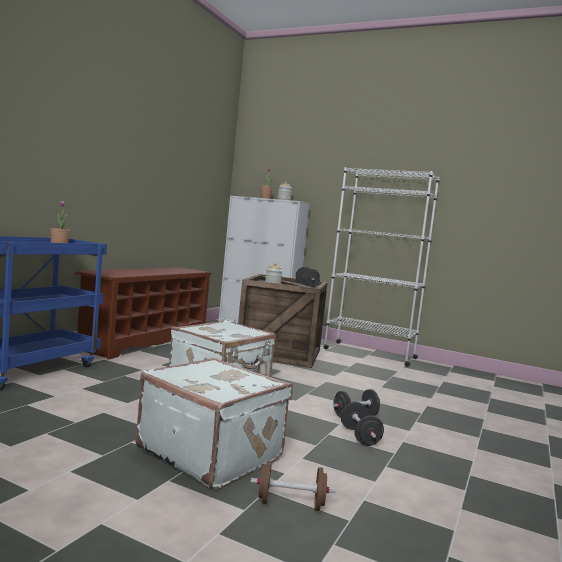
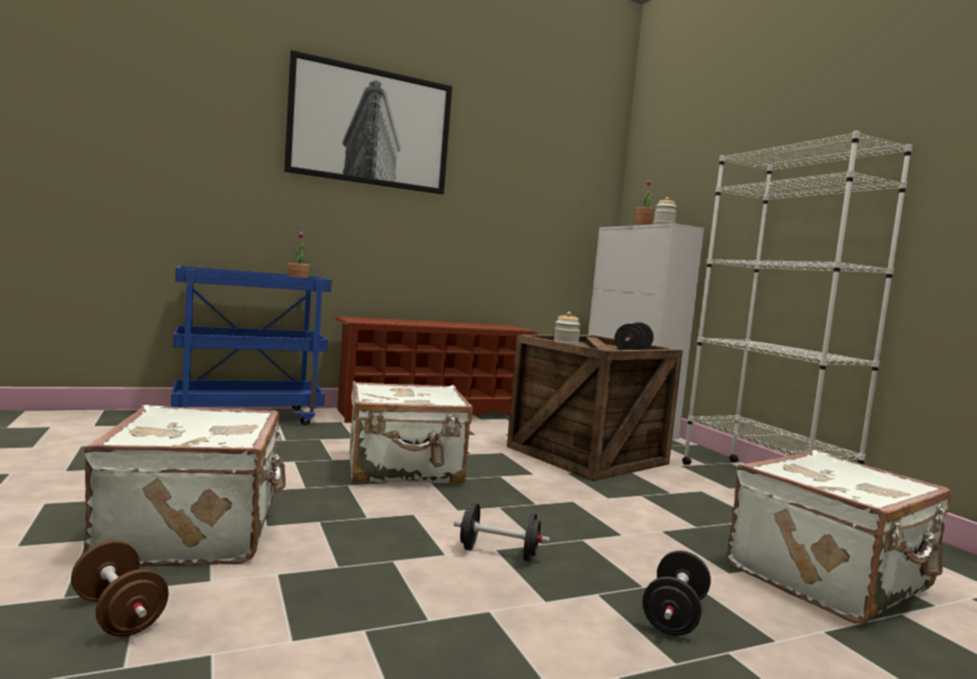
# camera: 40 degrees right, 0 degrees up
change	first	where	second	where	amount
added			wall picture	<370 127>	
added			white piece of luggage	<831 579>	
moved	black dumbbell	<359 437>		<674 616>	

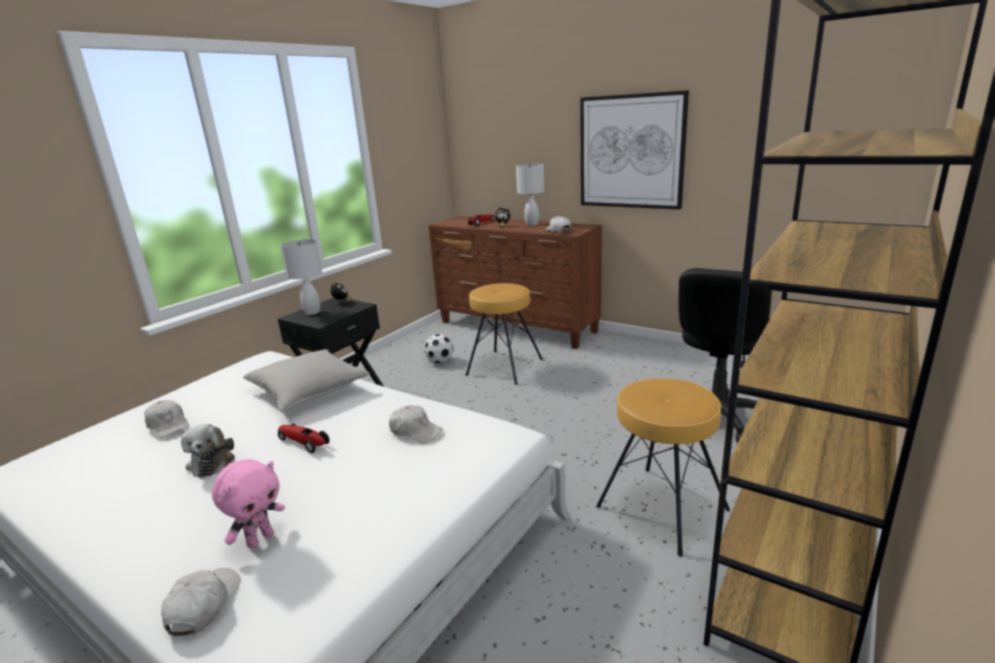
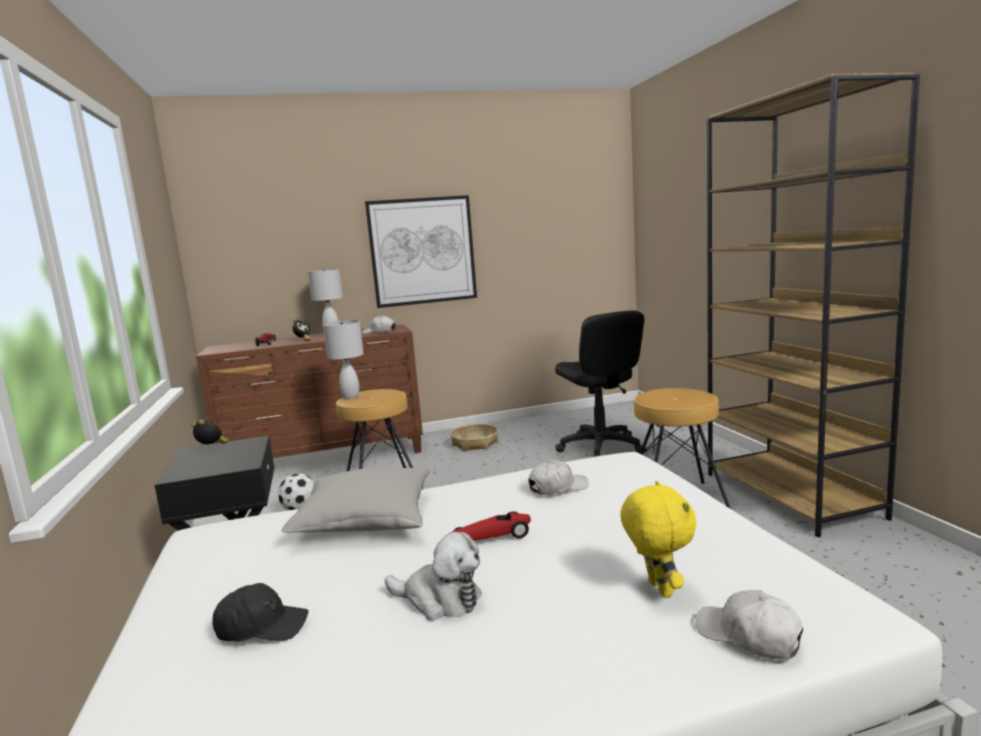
# camera: 50 degrees left, 10 degrees down
change	first	where	second	where	amount
added			basket	<475 444>	
moved	white tabletop lamp	<312 312>		<351 396>	
recoloured	white peaked cap	<168 425>	black peaked cap	<262 627>	
recoloured	pink soft toy	<260 539>	yellow soft toy	<658 589>	

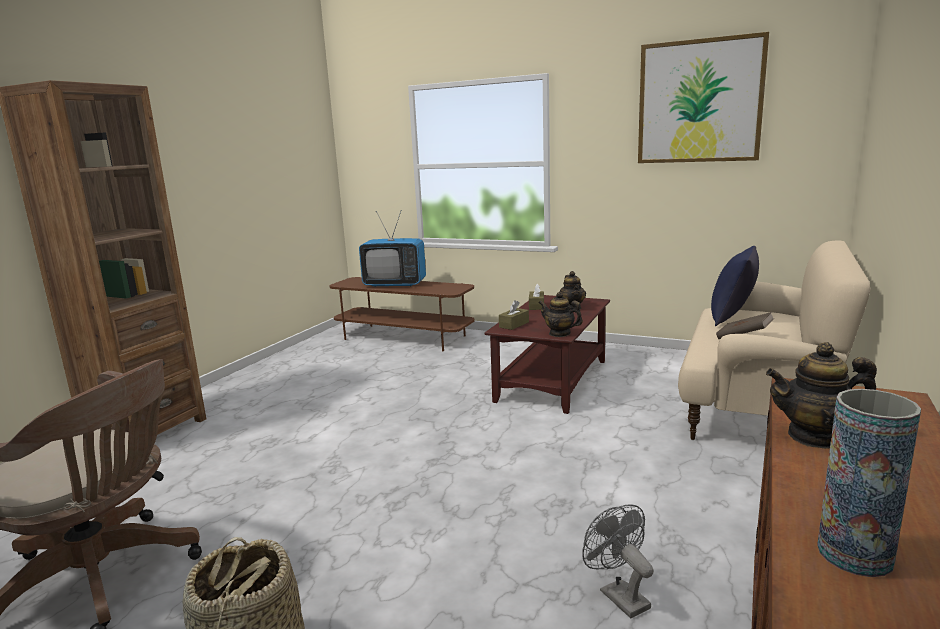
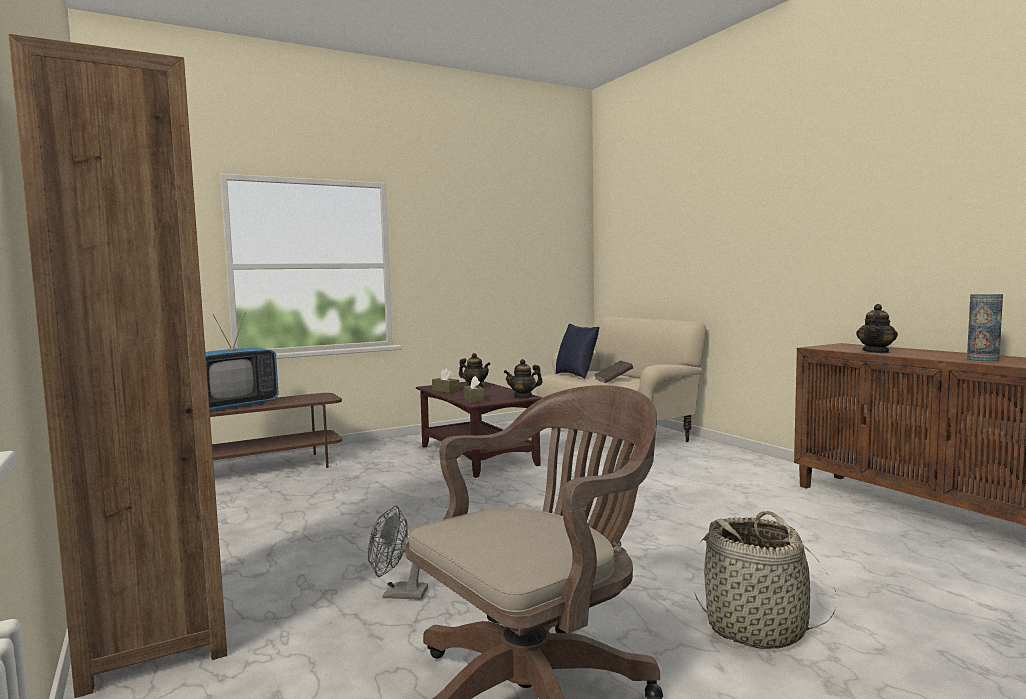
# camera: 55 degrees left, 10 degrees down
change	first	where	second	where	amount
removed	wall picture	<699 101>			
moved	gray fan	<618 595>		<398 594>	

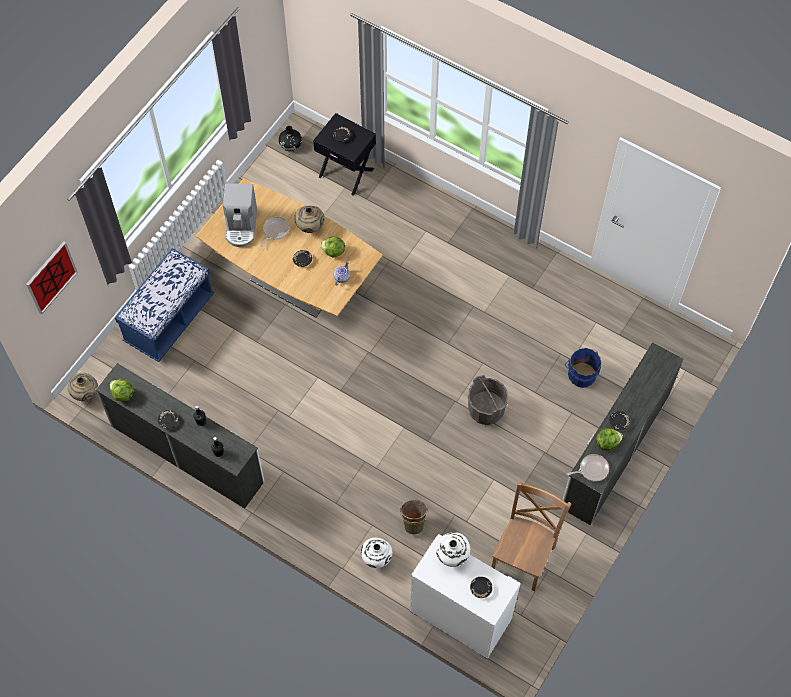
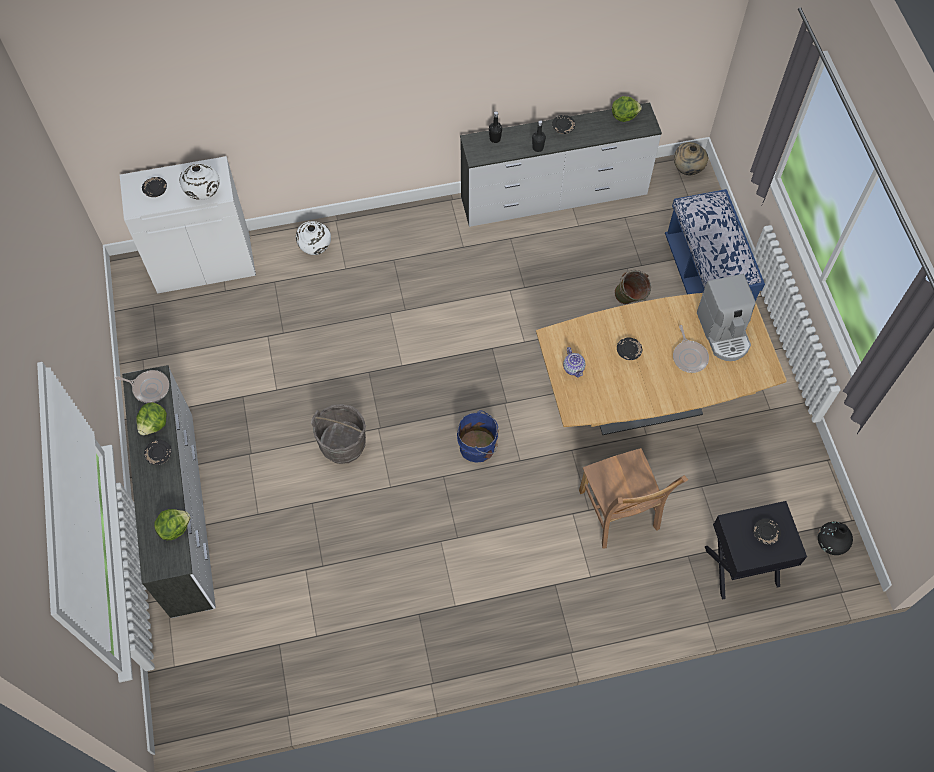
# camera: 135 degrees right, 0 degrees up
change	first	where	second	where	amount
removed	wall picture	<51 277>			
removed	beige decorative vase	<310 227>			
moved	lettuce head	<333 252>		<174 528>	
moved	green-coloured water bucket	<414 522>		<630 301>	
moved	brown-coloured plain chair	<524 556>		<619 513>	
moved	blue-coloured water bucket	<581 373>		<479 446>	
turned	coffee brewer	<241 226>		<724 333>	150 degrees counterclockwise
turned	frying pan	<592 469>		<149 388>	105 degrees counterclockwise

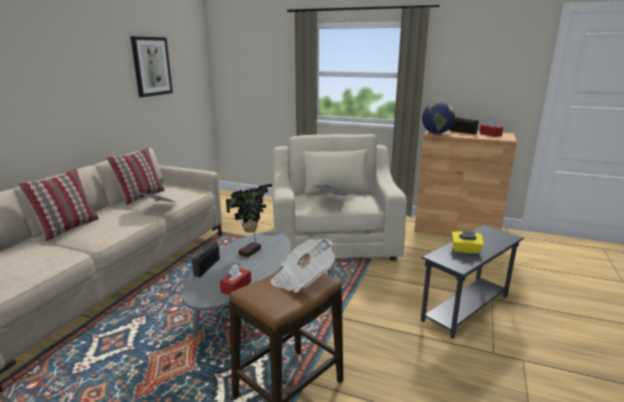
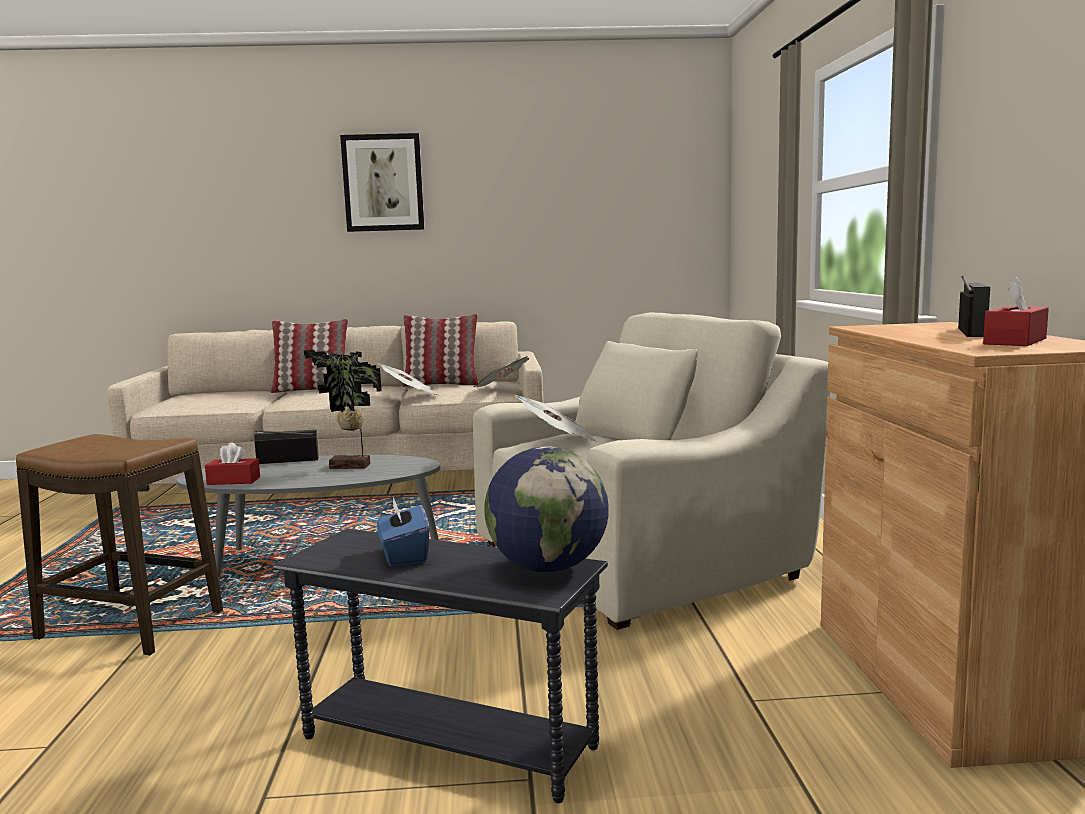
# camera: 65 degrees right, 10 degrees down
change	first	where	second	where	amount
moved	wall picture	<151 66>		<383 183>	
moved	printed paper	<302 279>		<501 388>	
moved	desk globe	<436 133>		<548 568>	
recoloured	yellow box of tissues	<465 250>	blue-coloured box of tissues	<404 555>	

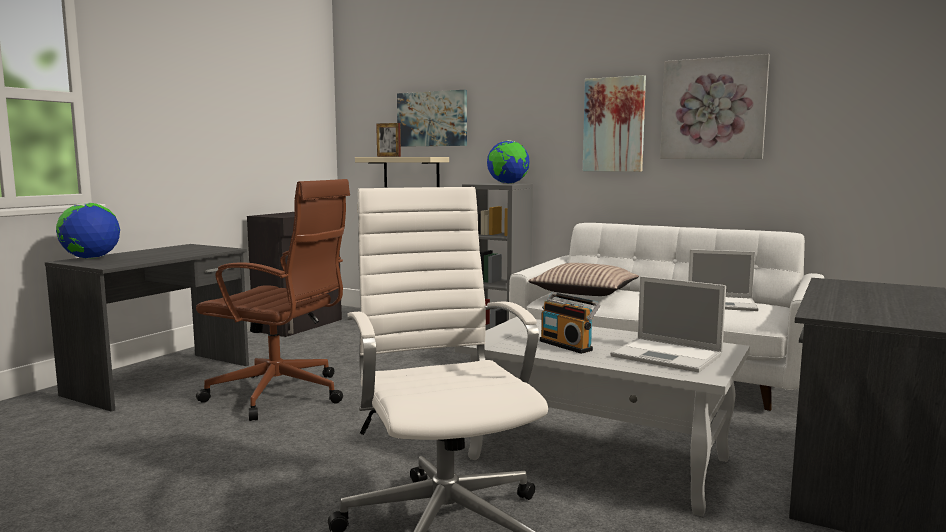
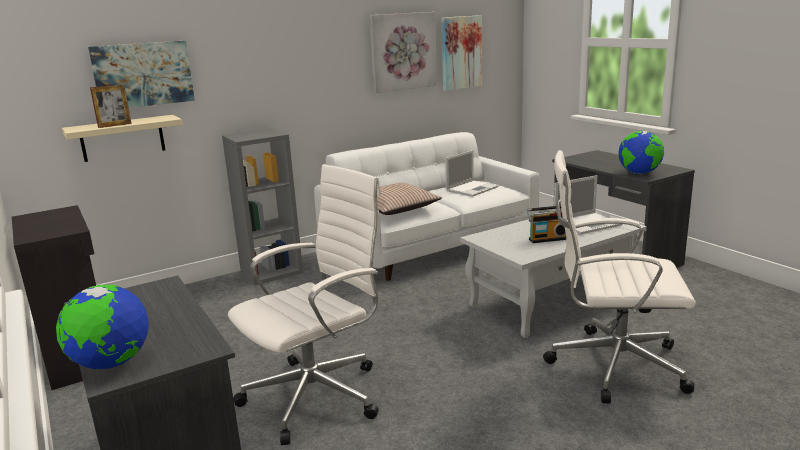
# camera: 60 degrees left, 10 degrees up
change	first	where	second	where	amount
moved	desk globe	<507 183>		<639 173>	
moved	wall picture	<614 124>		<460 53>	
recoloured	brown-coloured computer chair	<281 395>	white computer chair	<318 395>	

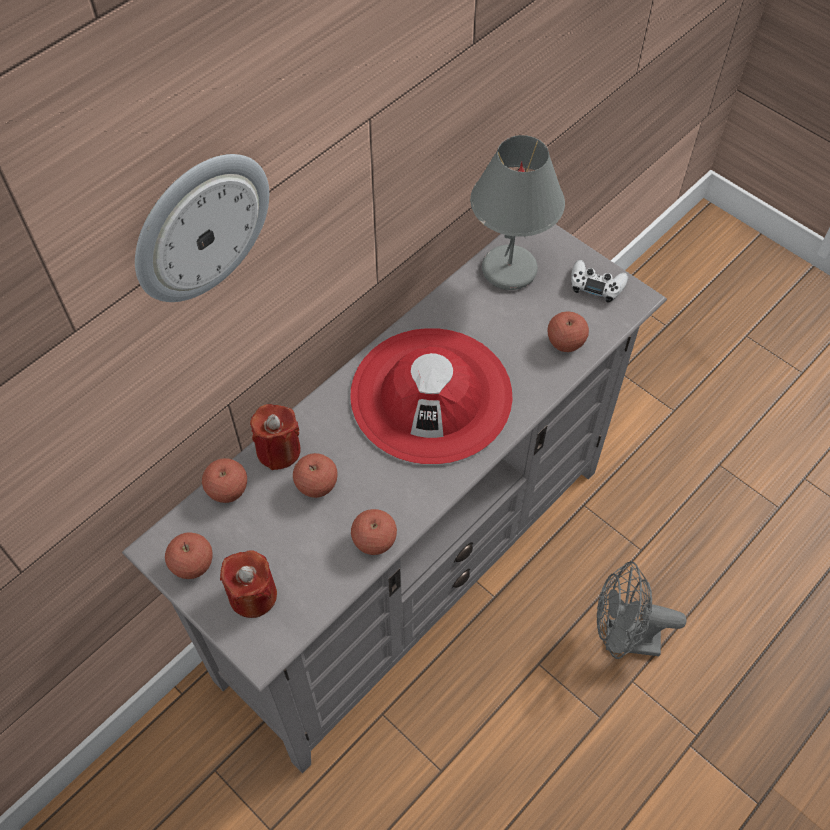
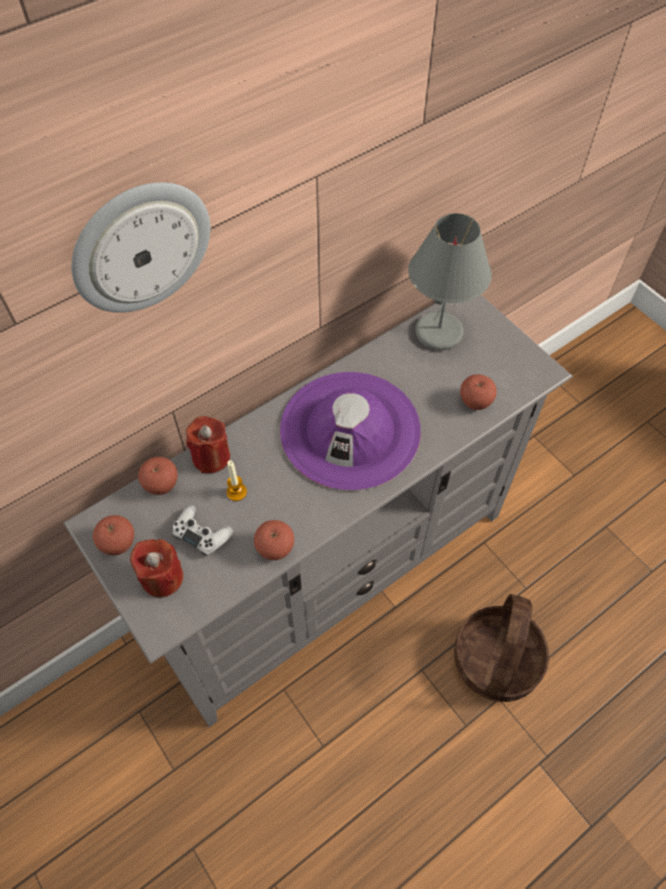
# camera: 10 degrees right, 0 degrees up
change	first	where	second	where	amount
moved	white gamepad	<596 285>		<202 534>	
replaced	apple	<317 485>	wax light	<236 492>	
replaced	gray fan	<622 638>	basket	<496 661>	
recoloured	red hat	<431 395>	purple hat	<350 430>	

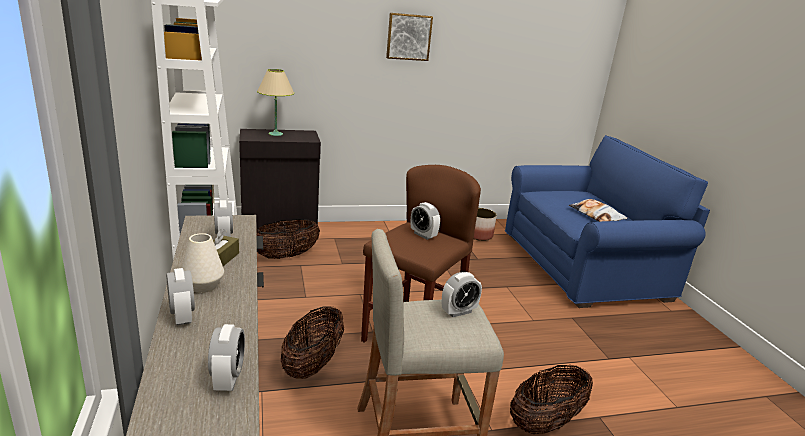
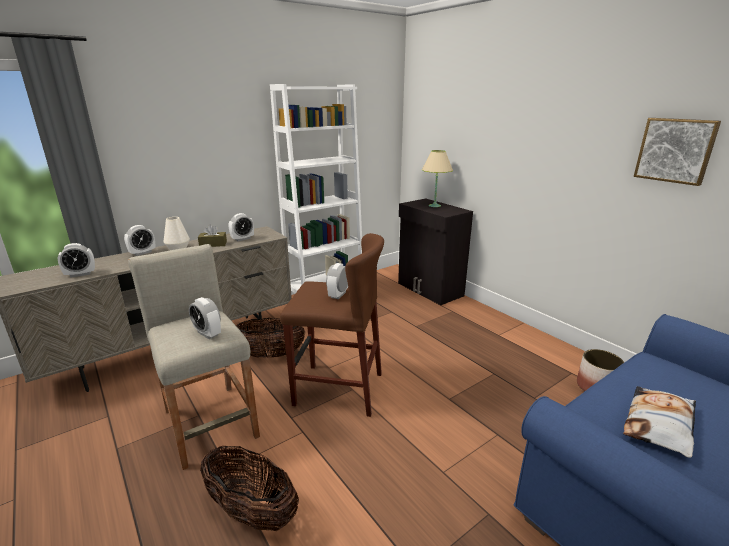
# camera: 70 degrees right, 0 degrees up
change	first	where	second	where	amount
removed	basket	<286 256>			
moved	wall picture	<408 37>		<675 150>	

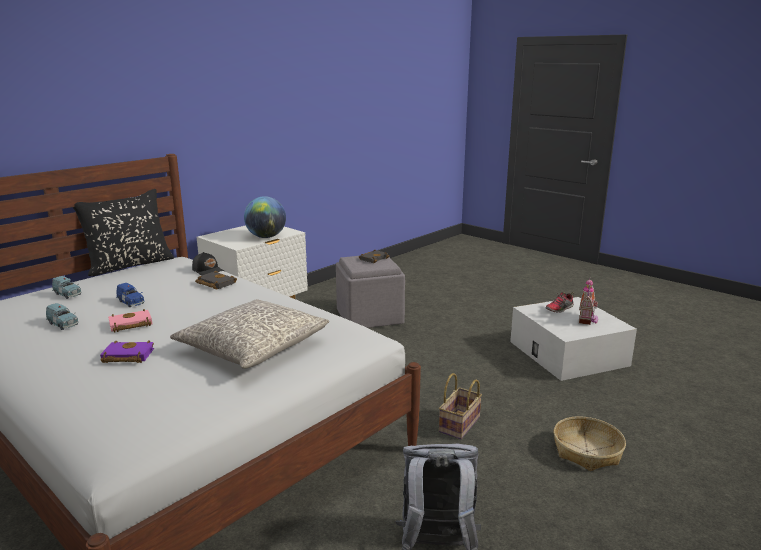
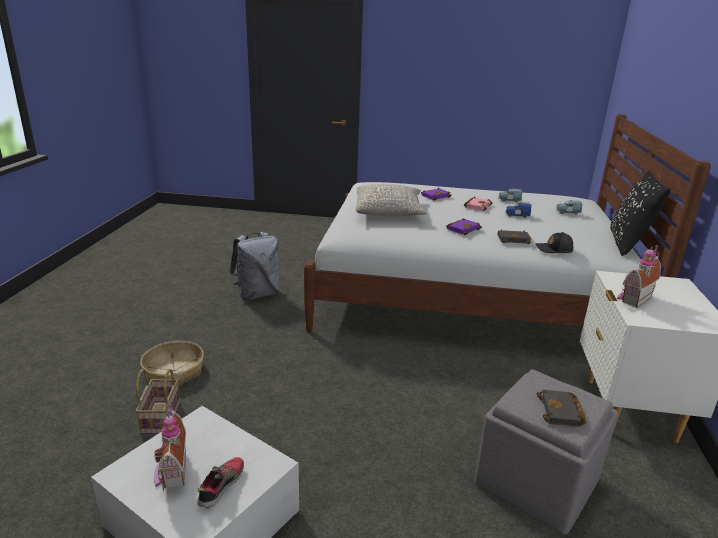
# camera: 145 degrees right, 5 degrees up
change	first	where	second	where	amount
added			purple bound book	<463 229>	
moved	basket	<460 425>		<160 417>	
replaced	desk globe	<266 237>	toy house	<632 299>	

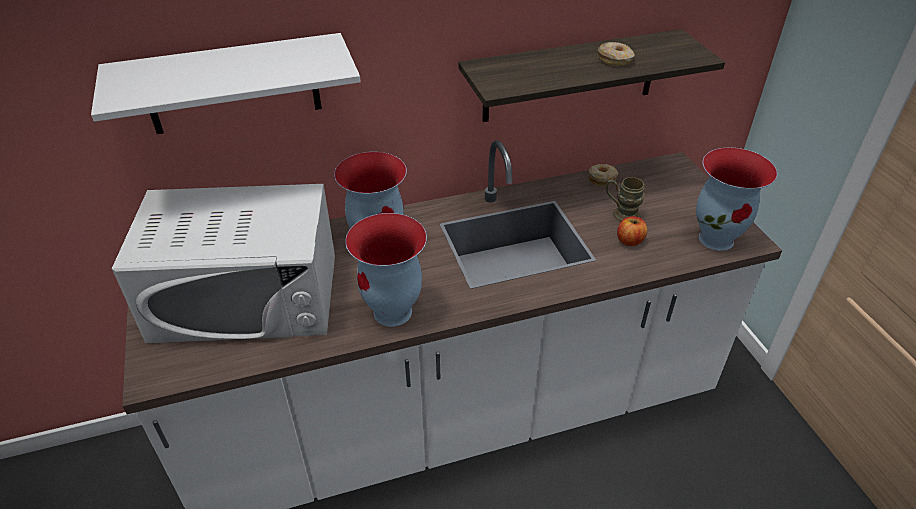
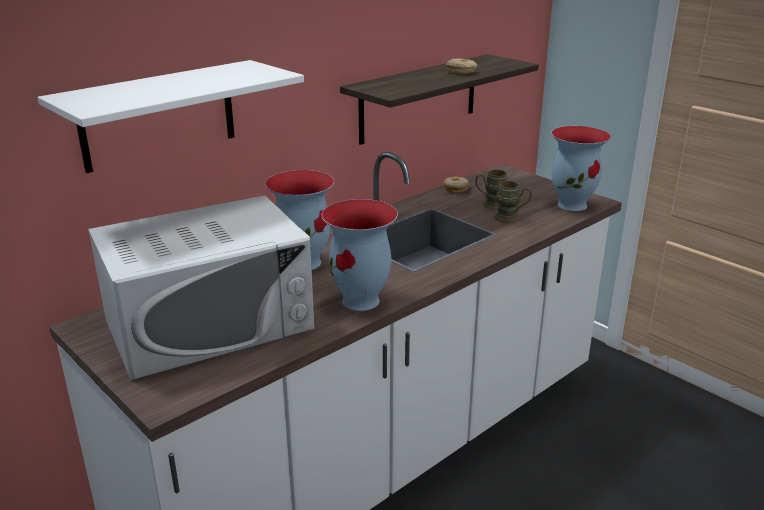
# camera: 25 degrees left, 15 degrees down
change	first	where	second	where	amount
replaced	apple	<629 241>	brown-coloured coffee mug	<511 218>	

